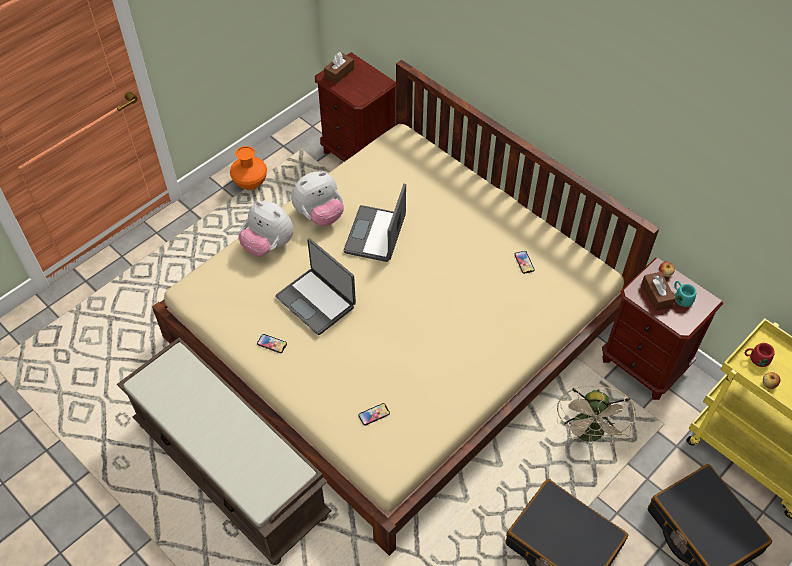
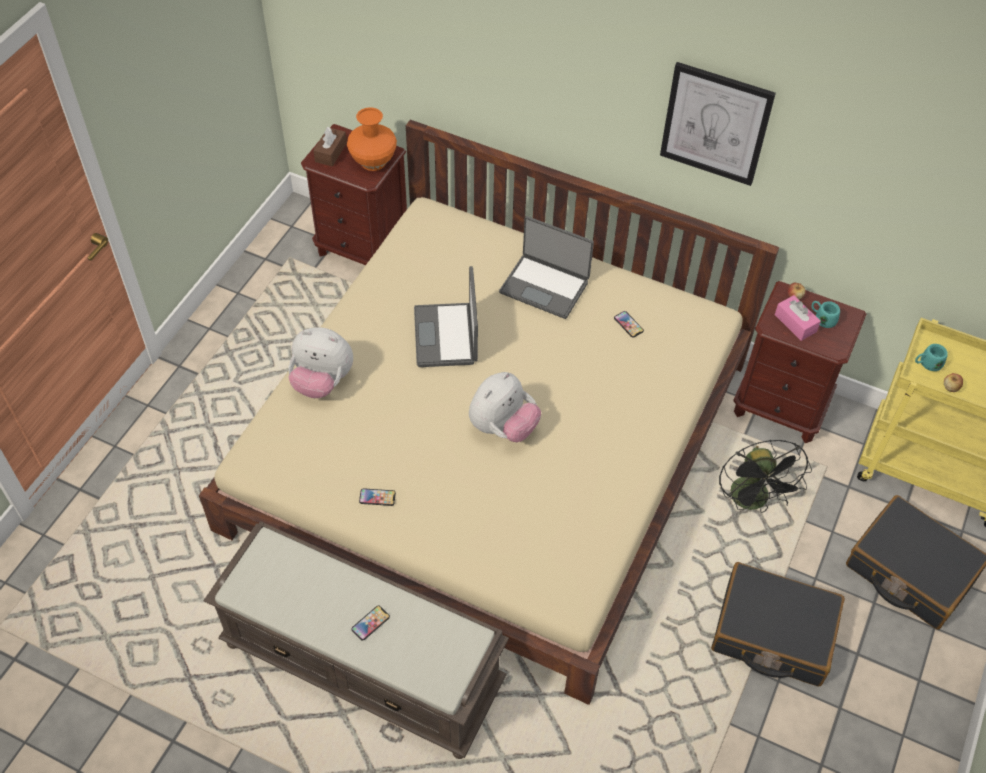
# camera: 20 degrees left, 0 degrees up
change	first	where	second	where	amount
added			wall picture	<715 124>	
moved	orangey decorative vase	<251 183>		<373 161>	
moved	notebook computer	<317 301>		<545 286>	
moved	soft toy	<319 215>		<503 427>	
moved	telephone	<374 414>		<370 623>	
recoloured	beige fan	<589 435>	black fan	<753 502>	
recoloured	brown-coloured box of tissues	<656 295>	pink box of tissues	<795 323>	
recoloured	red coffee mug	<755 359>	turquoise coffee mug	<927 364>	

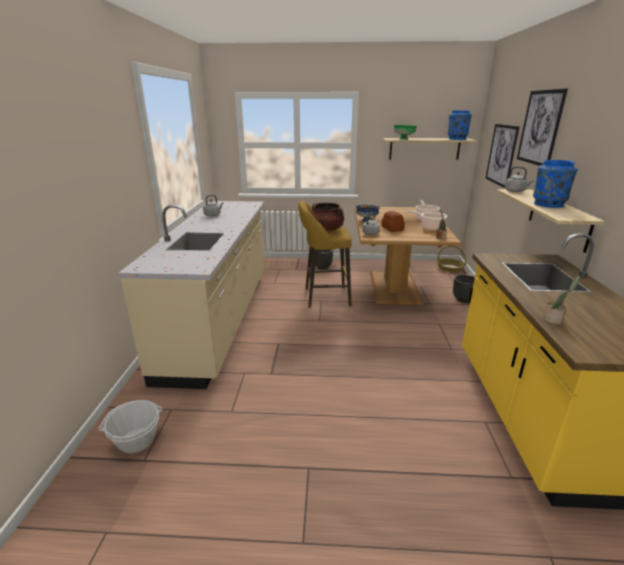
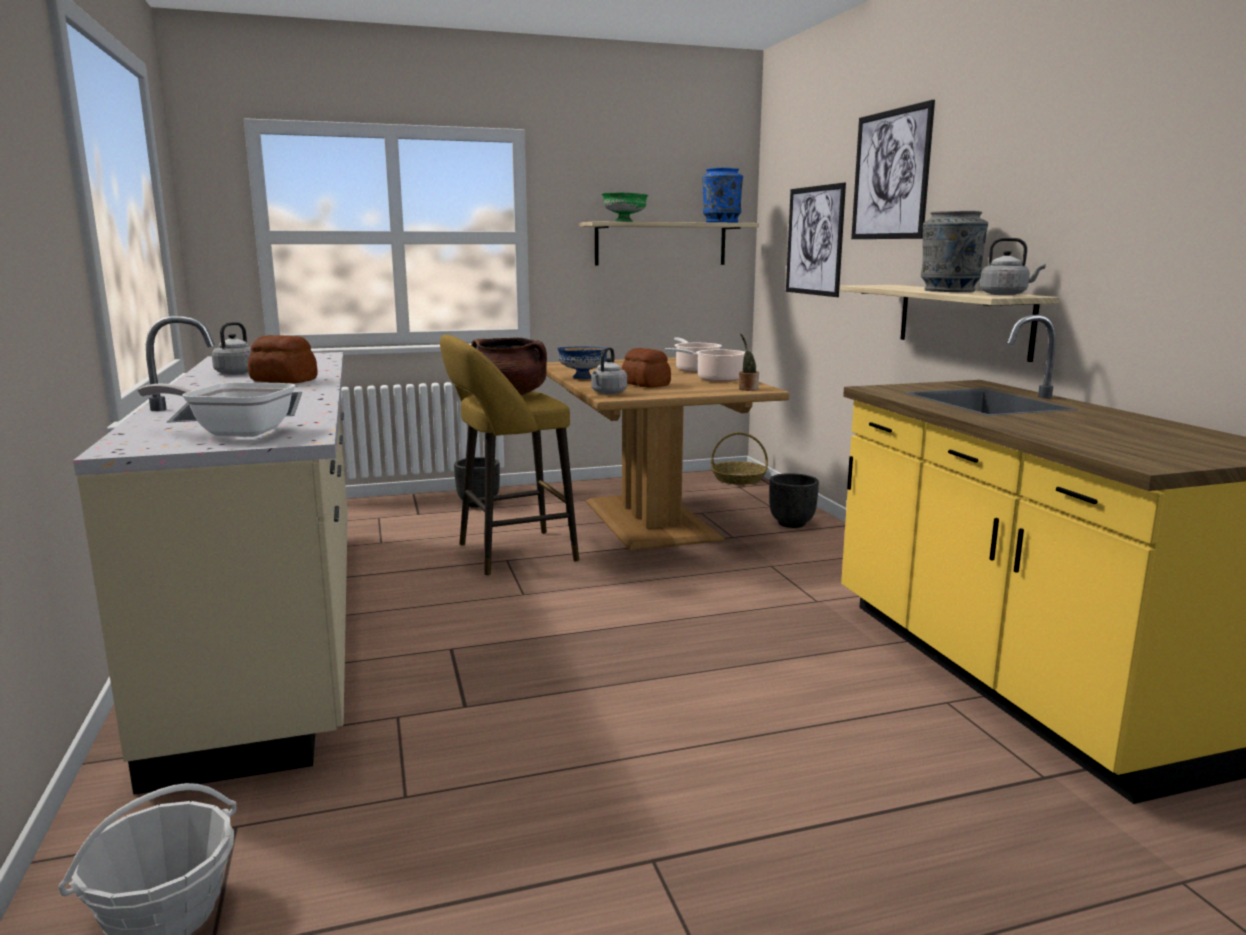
# camera: 20 degrees left, 10 degrees down
change	first	where	second	where	amount
removed	plant in a pot	<553 320>			
added			frying pan	<234 432>	
added			baked bread	<284 380>	
moved	gray kettle	<515 191>		<1006 294>	
recoloured	blue-coloured decorative vase	<548 204>	gray decorative vase	<949 291>	

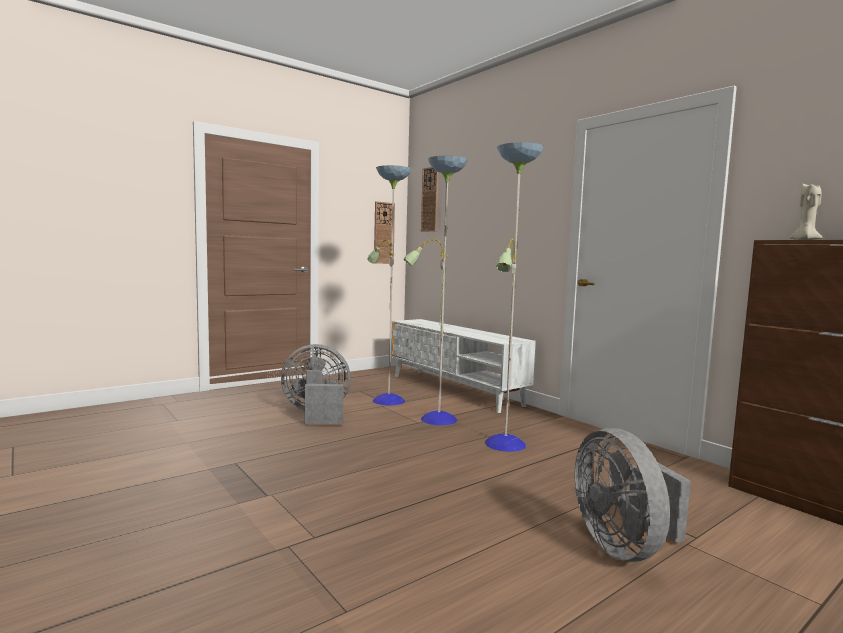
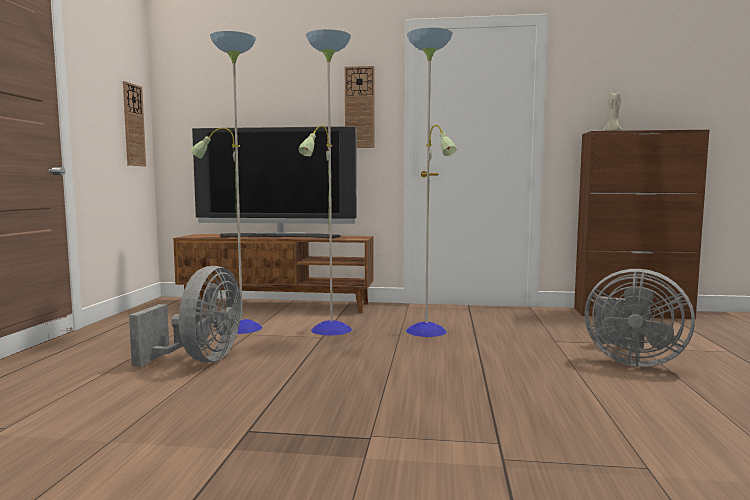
# camera: 45 degrees left, 0 degrees up
change	first	where	second	where	amount
added			television	<279 236>	
moved	wall clock	<430 199>		<359 107>	
recoloured	white tv stand	<454 389>	brown-coloured tv stand	<277 305>	
turned	gray fan	<317 414>		<200 360>	150 degrees clockwise

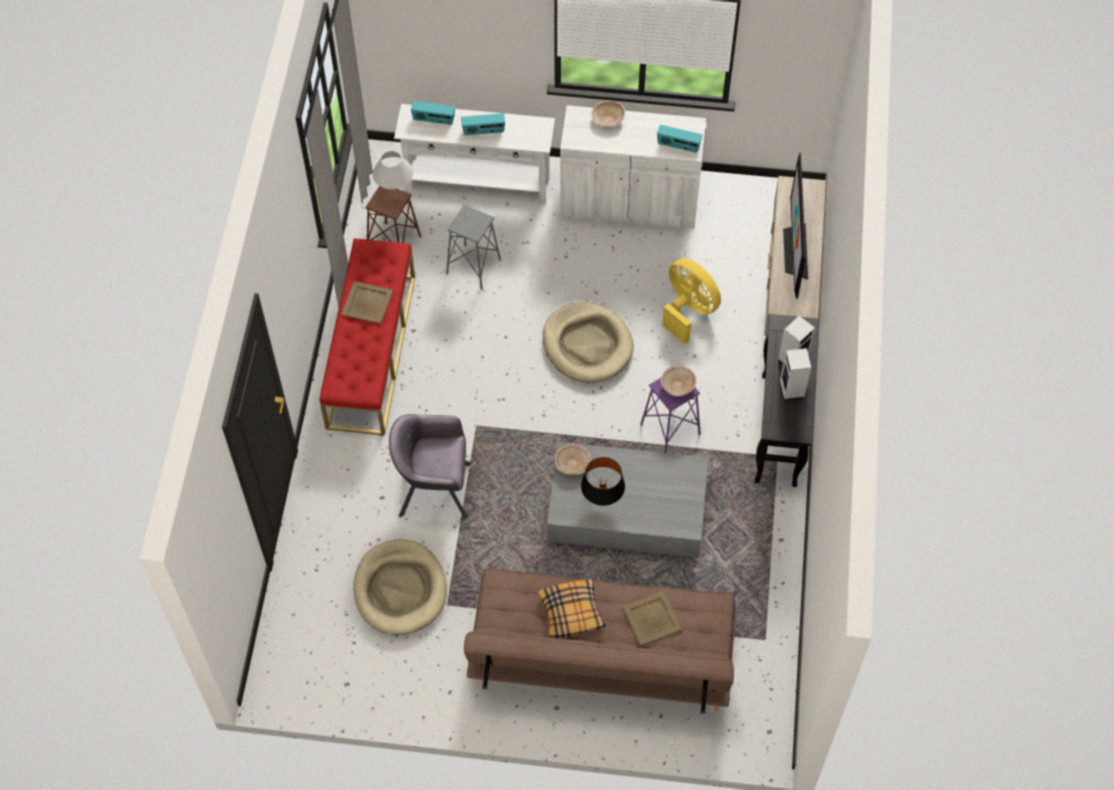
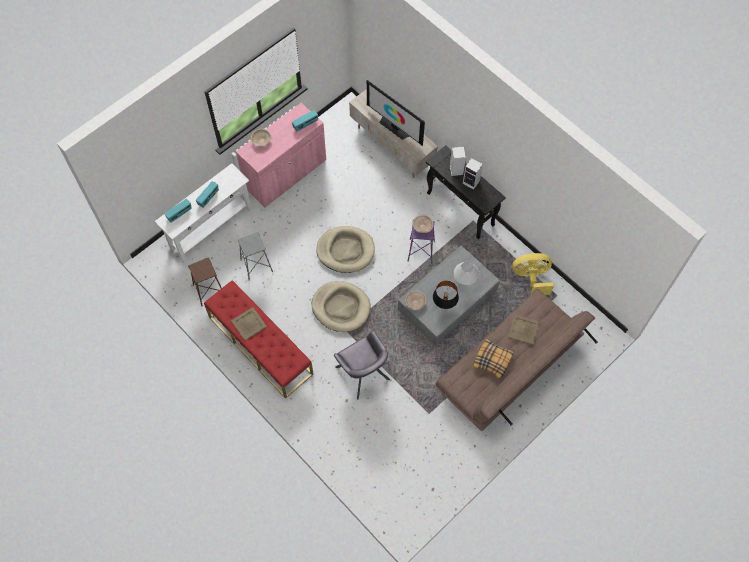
# camera: 50 degrees left, 5 degrees up
change	first	where	second	where	amount
moved	beige dog bed	<400 589>		<341 307>	
moved	white tabletop lamp	<396 198>		<464 284>	
moved	yellow fan	<688 310>		<531 278>	
recoloured	white cupboard	<629 202>	pink cupboard	<285 174>	
turned	gray easy chair	<434 488>		<362 373>	75 degrees counterclockwise

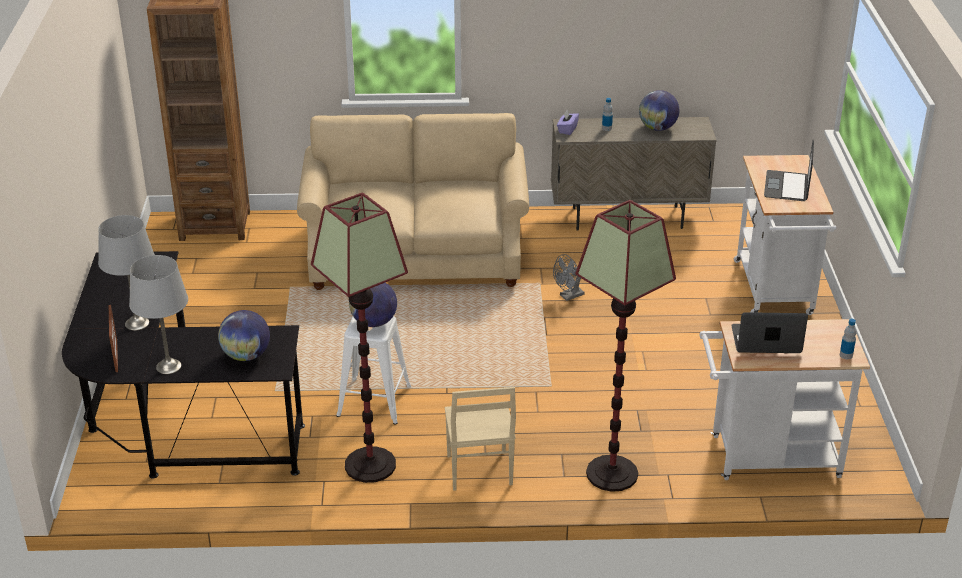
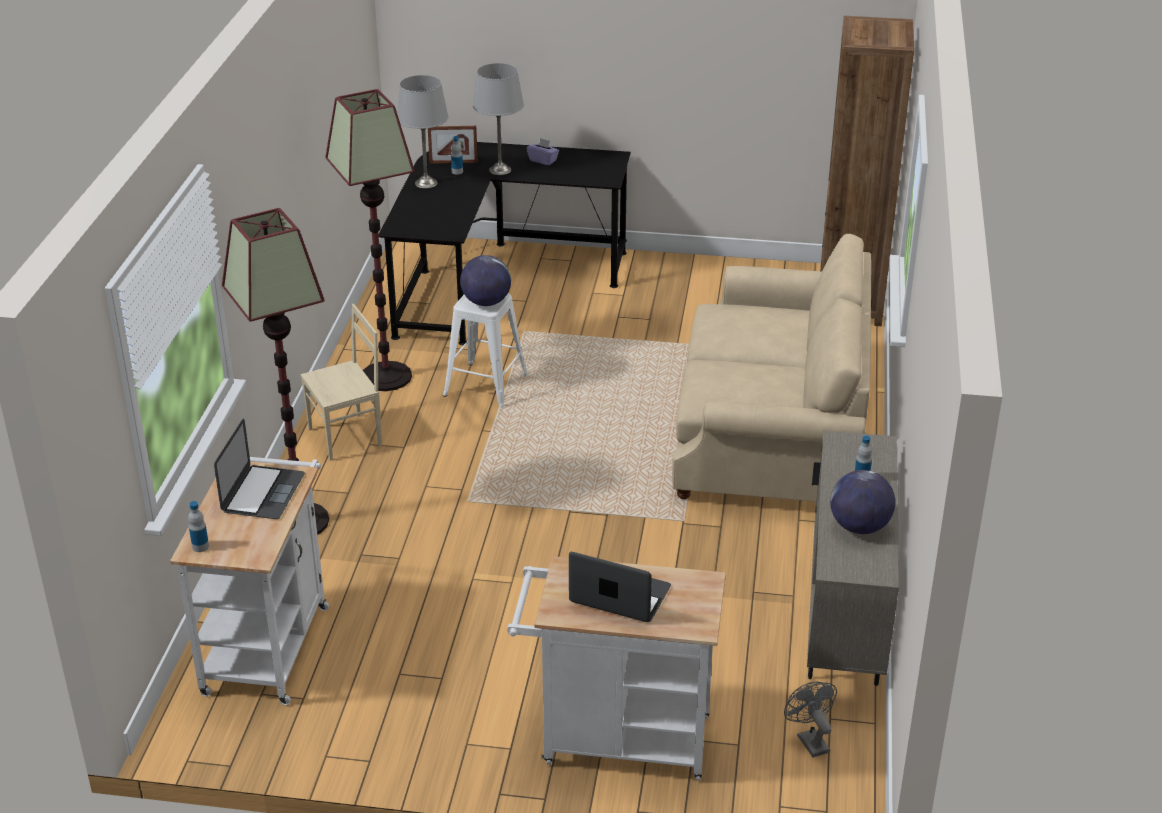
# camera: 100 degrees right, 0 degrees up
change	first	where	second	where	amount
removed	desk globe	<246 356>			
added			beverage bottle	<457 171>	
moved	gray fan	<568 296>		<809 740>	
moved	purple box of tissues	<567 129>		<543 160>	
turned	beige plain chair	<478 471>		<346 437>	150 degrees clockwise

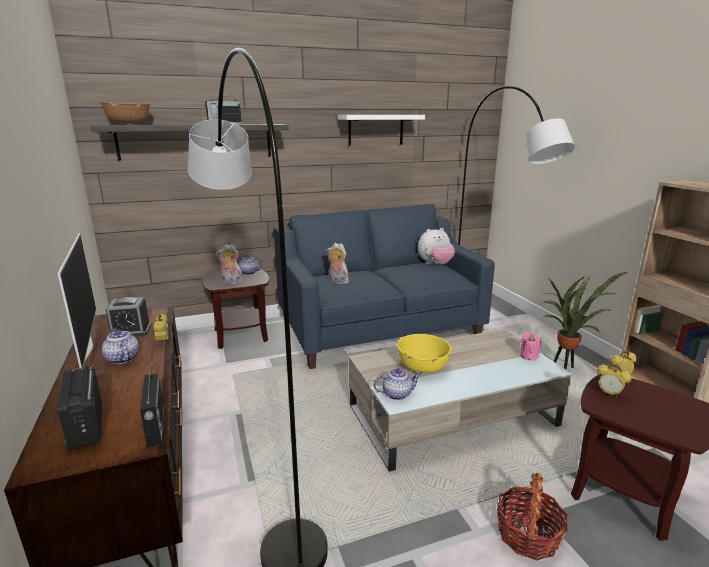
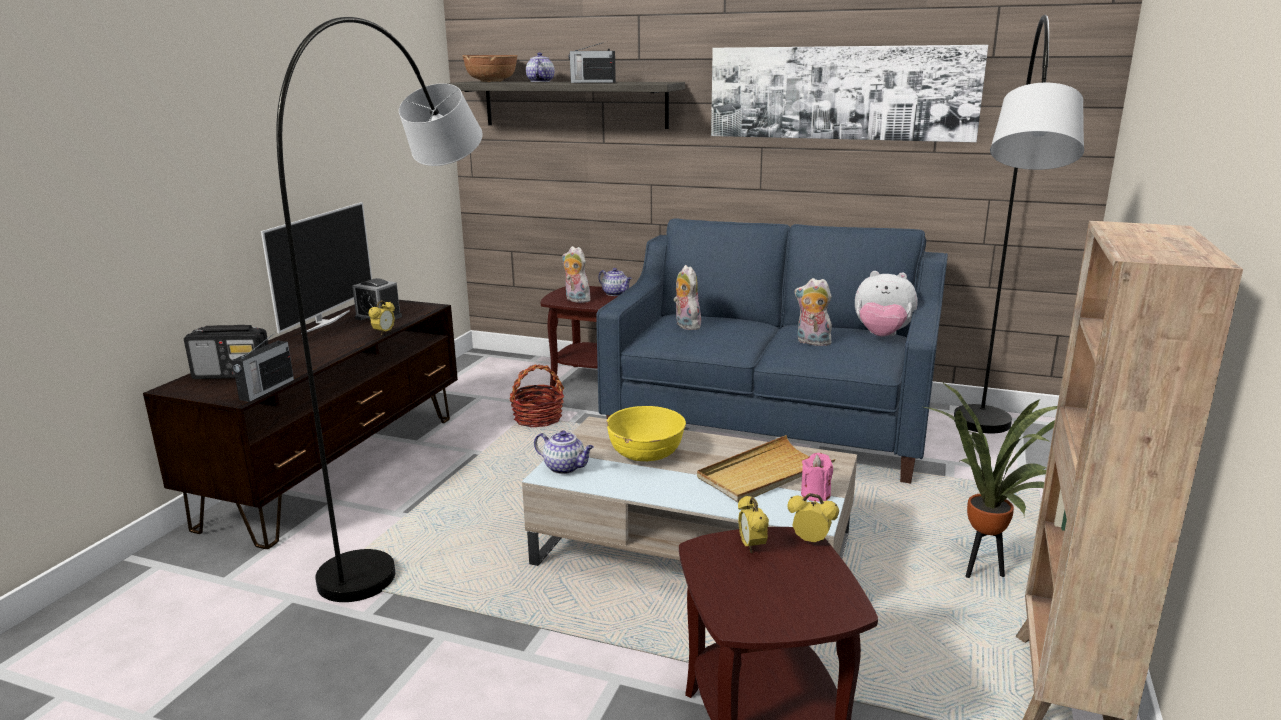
# camera: 40 degrees right, 0 degrees up
change	first	where	second	where	amount
added			beige serving tray	<764 474>	
added			soft toy	<812 342>	
moved	pot for tea	<122 358>		<540 82>	
moved	basket	<528 535>		<538 418>	
replaced	white wall shelf	<375 130>	wall picture	<841 93>	
turned	radio	<86 426>		<233 374>	105 degrees counterclockwise

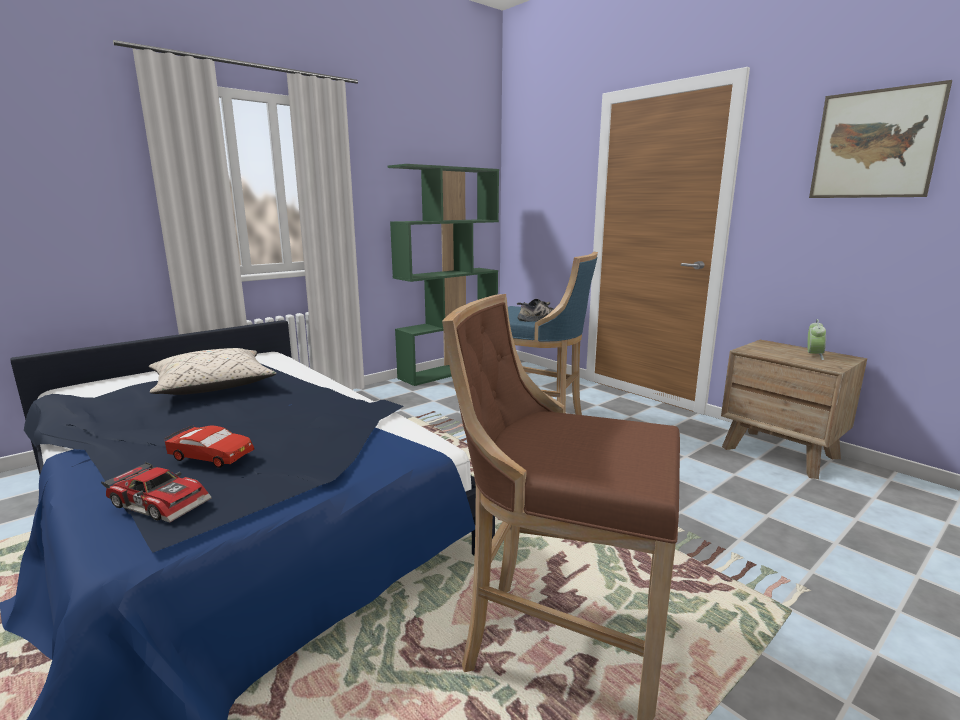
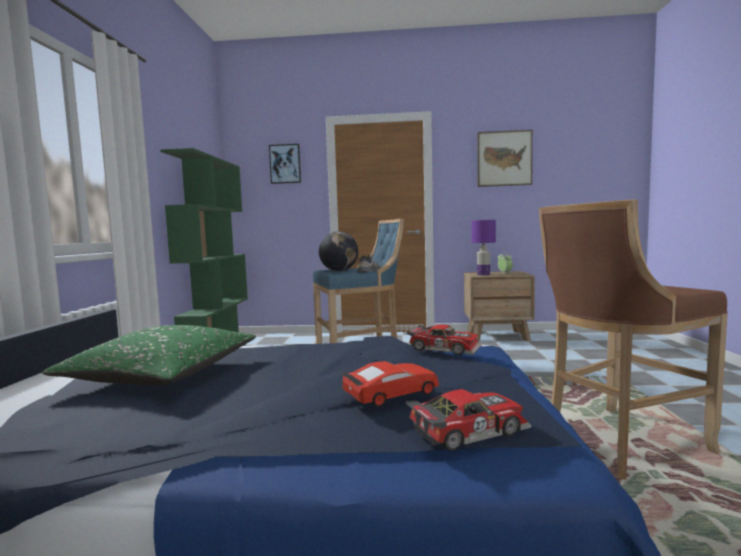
# camera: 45 degrees left, 10 degrees down
change	first	where	second	where	amount
added			wall picture	<285 164>	
added			desk globe	<339 271>	
added			miniature car	<445 348>	
added			purple tabletop lamp	<483 274>	
recoloured	beige throw pillow	<213 386>	green-coloured throw pillow	<163 375>	

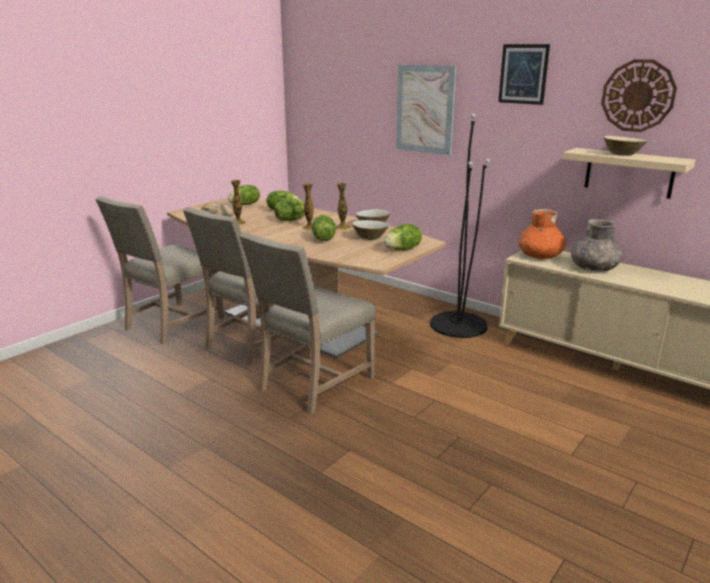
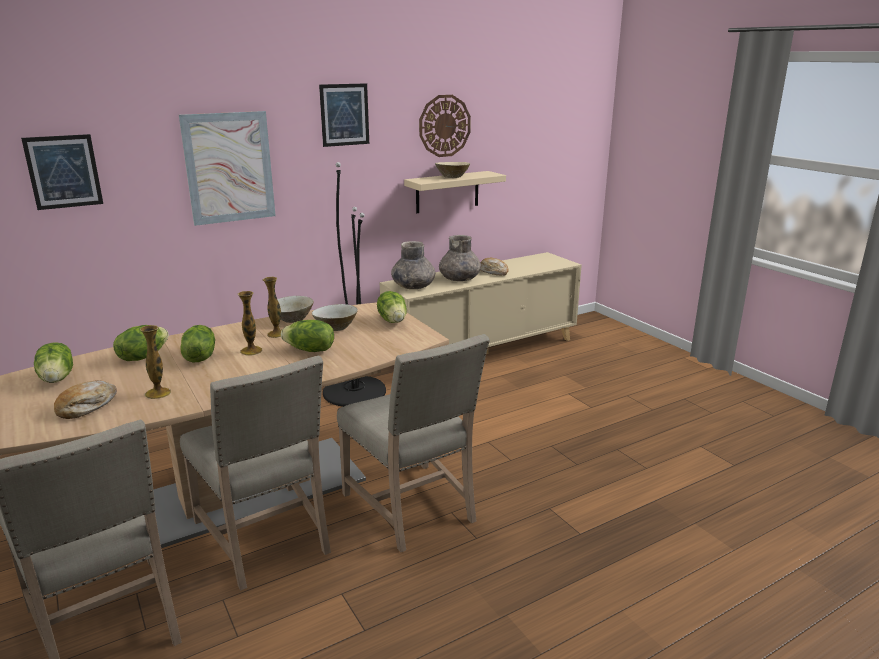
# camera: 70 degrees left, 0 degrees up
change	first	where	second	where	amount
added			wall picture	<63 172>	
added			baked bread	<493 272>	
recoloured	orangey decorative vase	<540 256>	gray decorative vase	<413 286>	

